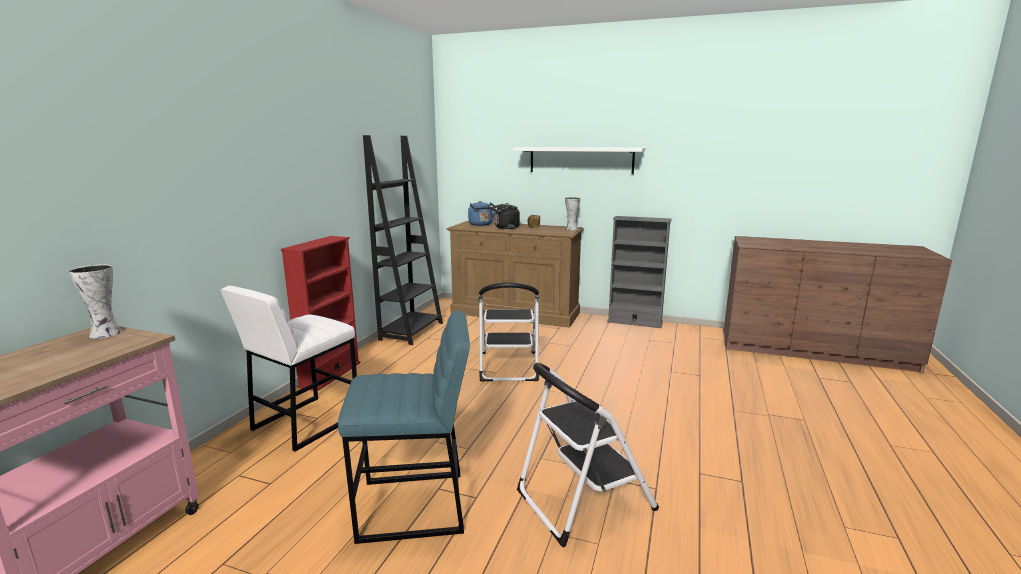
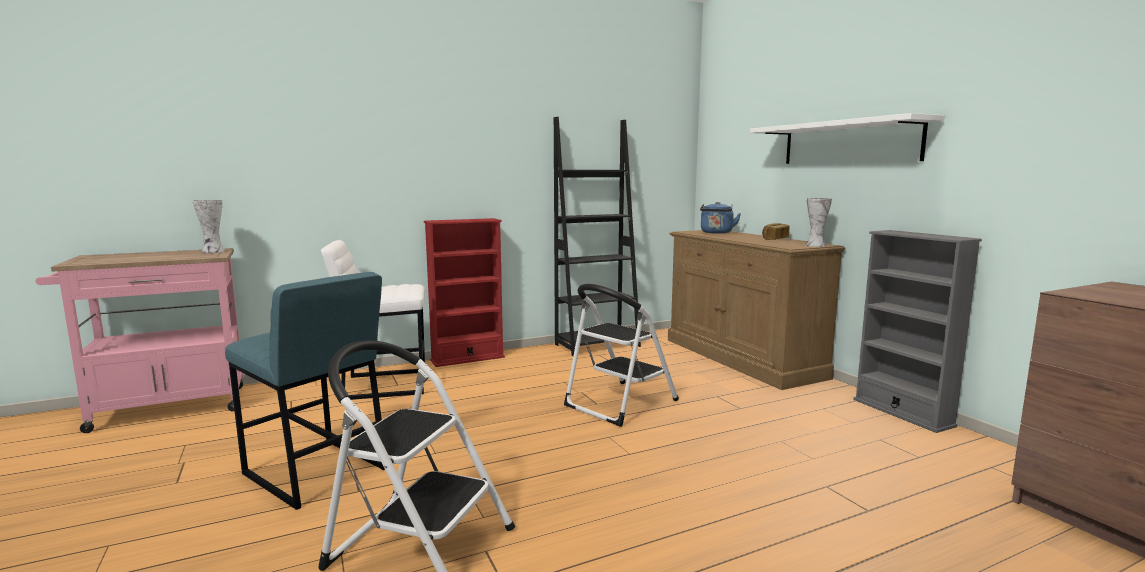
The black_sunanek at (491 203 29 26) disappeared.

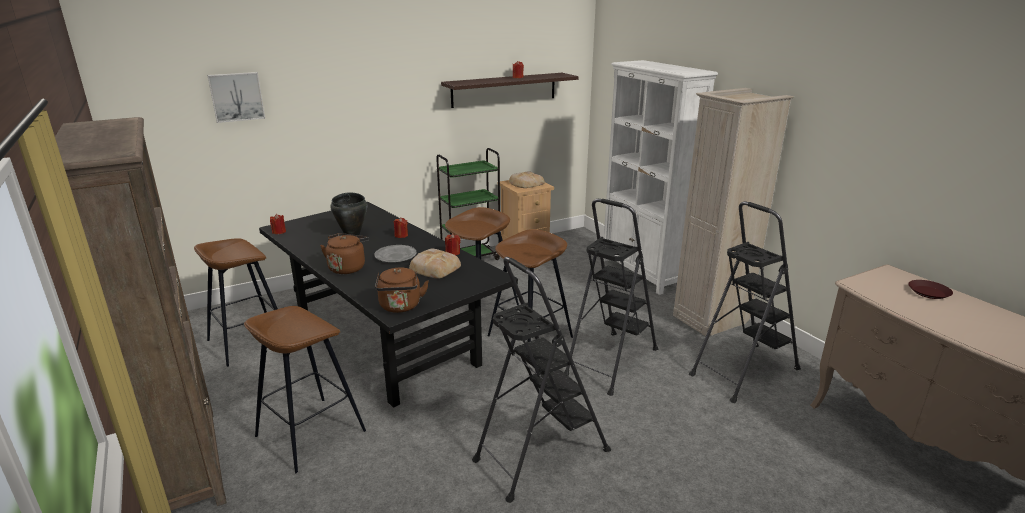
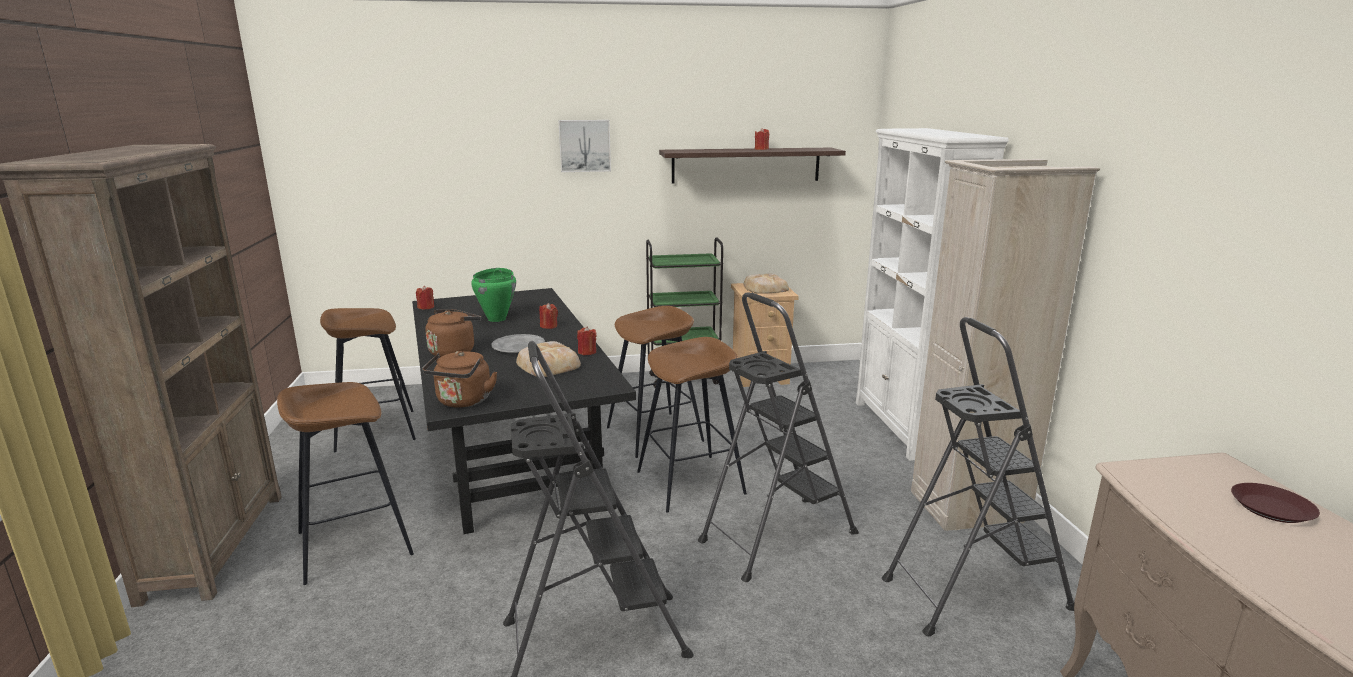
The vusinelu moved from (207 72 58 51) to (558 120 53 52). The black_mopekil at (330 193 37 42) became the green_mopekil at (471 268 45 54).

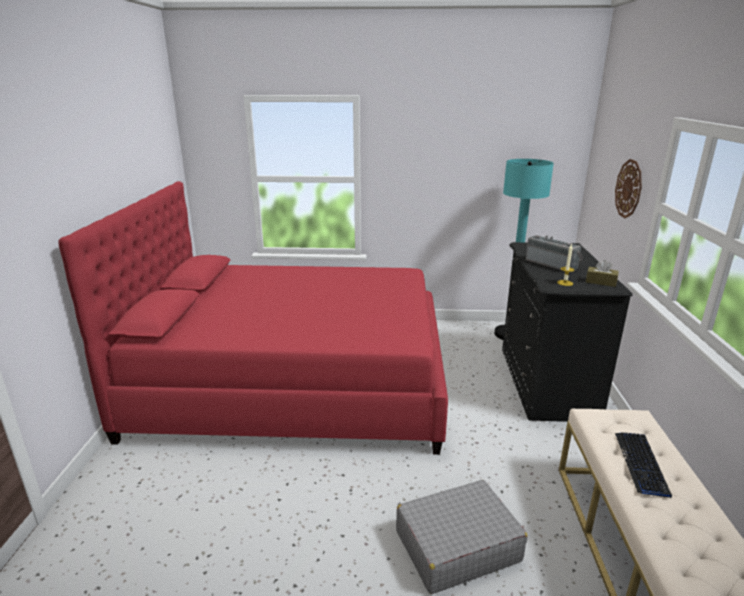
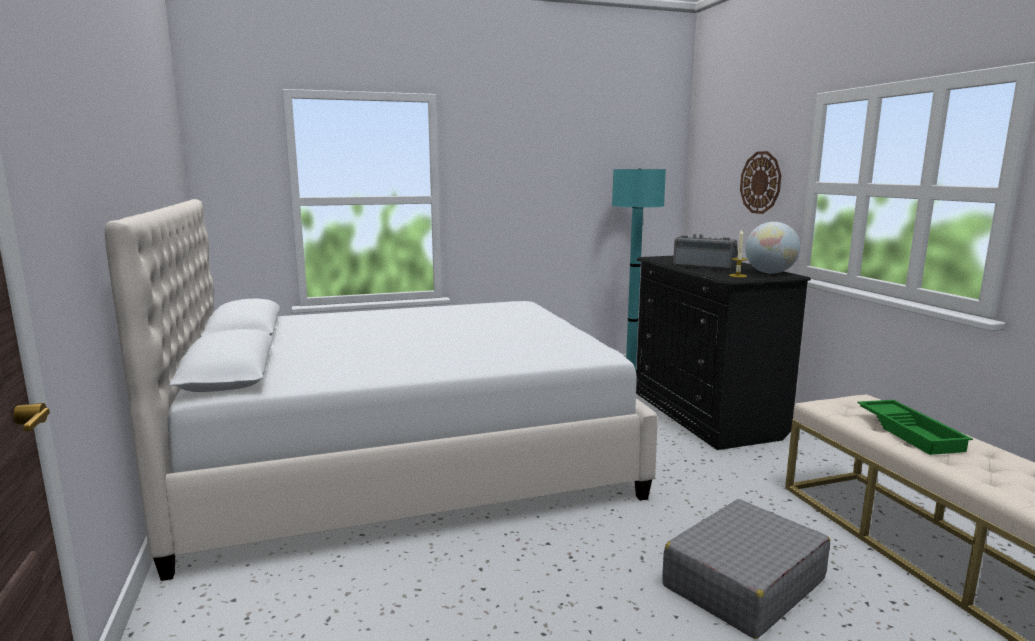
The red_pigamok at (58 181 390 274) became the white_pigamok at (105 199 553 382). The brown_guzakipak at (586 260 33 27) was replaced by the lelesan at (745 222 55 52). The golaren at (615 432 57 66) was replaced by the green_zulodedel at (857 400 116 55).

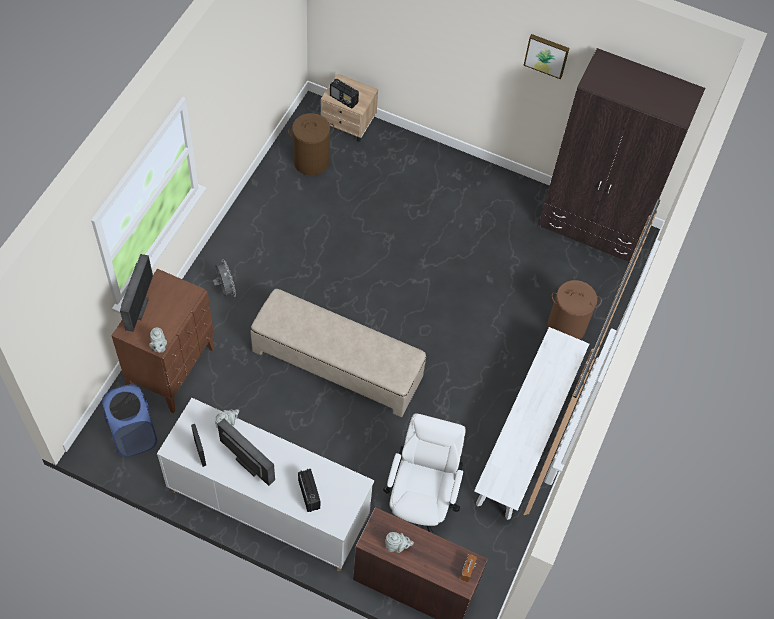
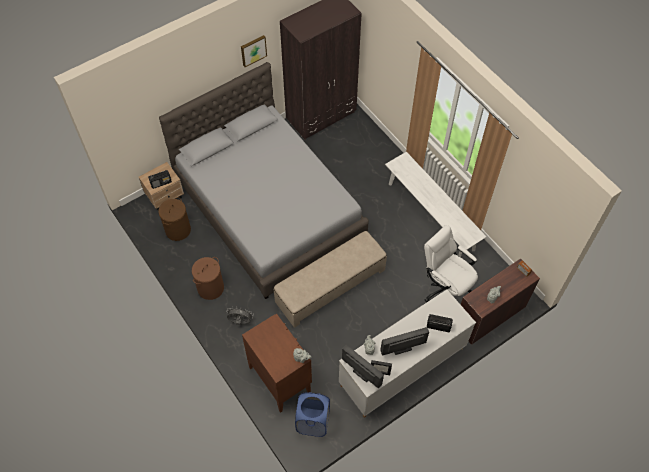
The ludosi moved from (120 254 33 78) to (342 345 42 44). The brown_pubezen moved from (547 280 55 59) to (192 257 32 43). The grey_pigamok at (159 62 210 237) appeared.

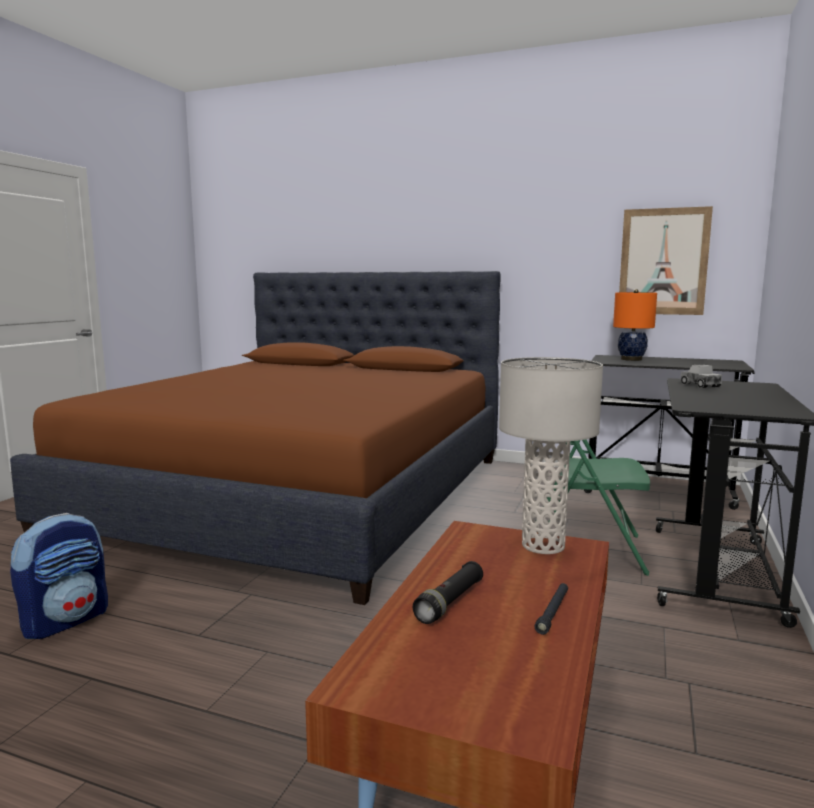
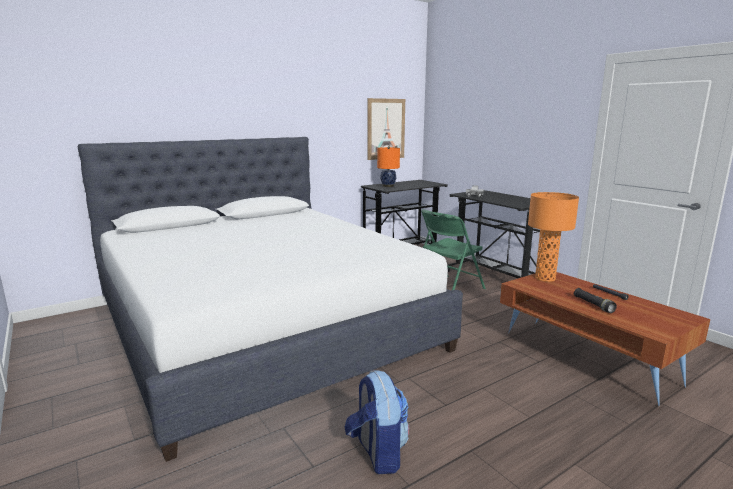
The brown_pigamok at (10 271 491 334) became the white_pigamok at (78 137 385 325). The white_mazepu at (499 357 104 197) became the orange_mazepu at (528 192 51 90).

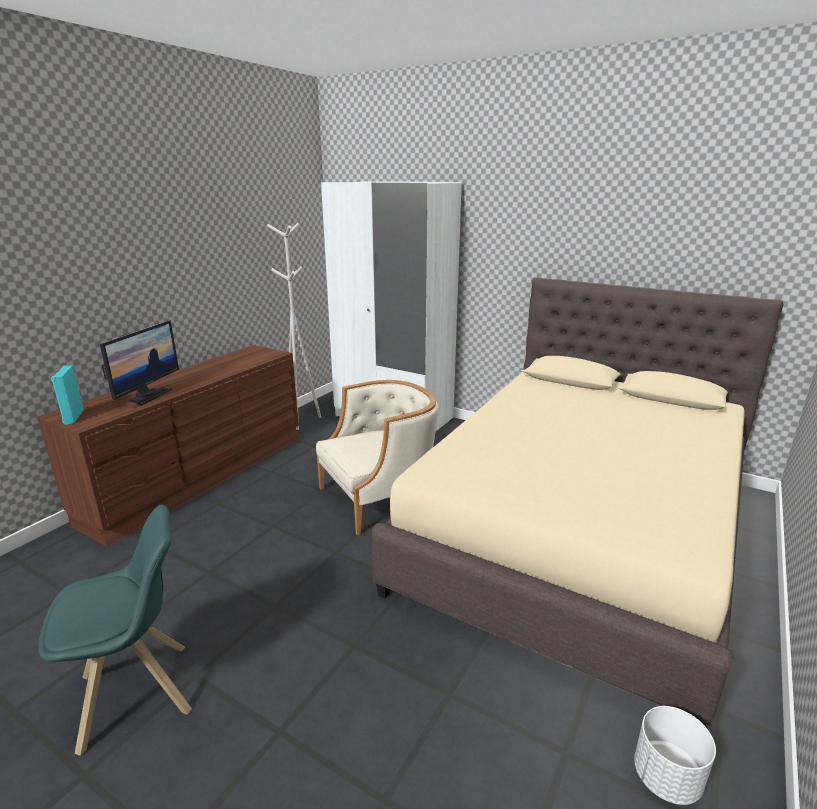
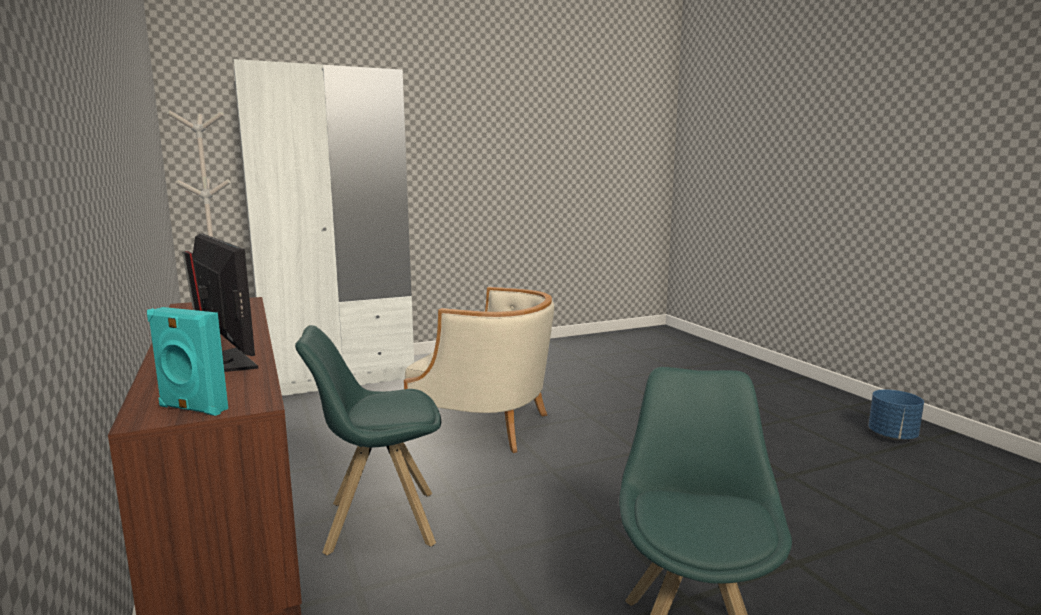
The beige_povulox at (316 380 123 156) turned 105 degrees clockwise. The beige_pigamok at (372 278 412 450) disappeared. The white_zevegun at (634 706 82 99) became the blue_zevegun at (868 389 56 51). The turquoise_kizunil at (295 325 146 230) appeared.

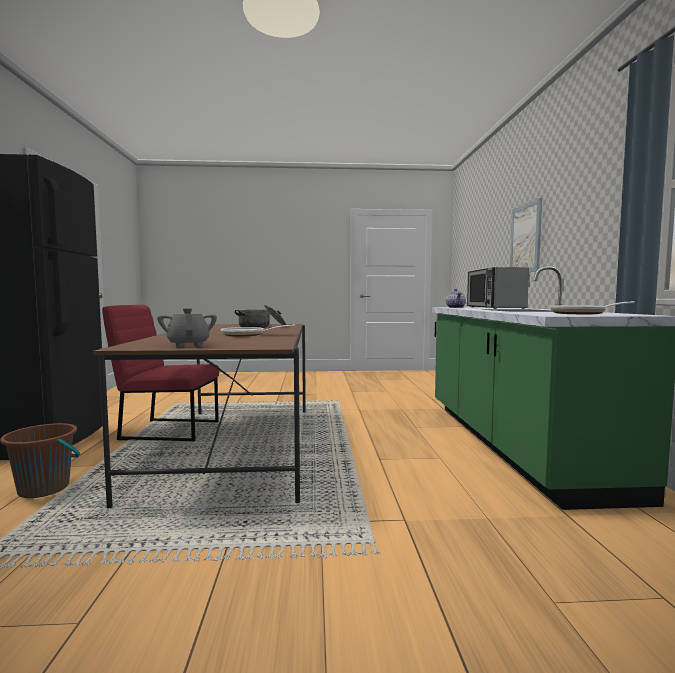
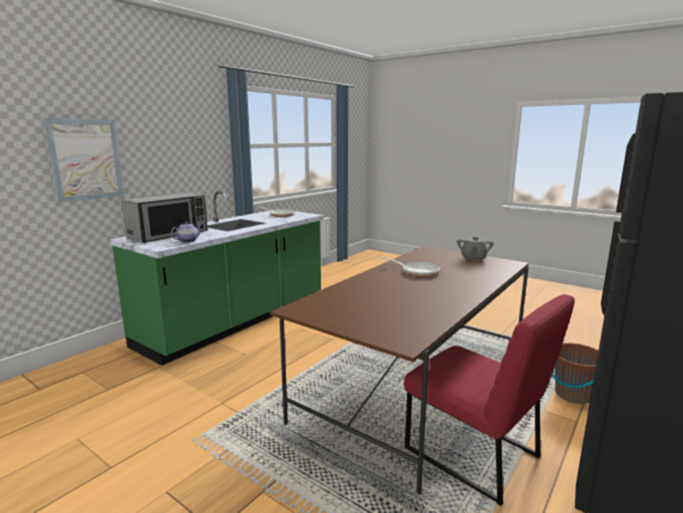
The mopekil at (235 305 51 23) disappeared.

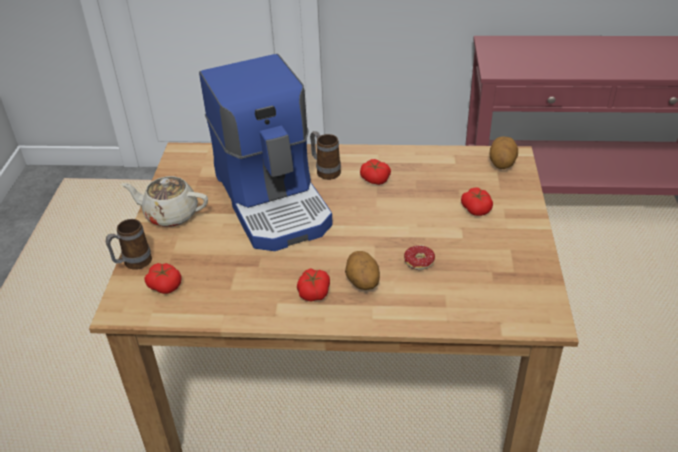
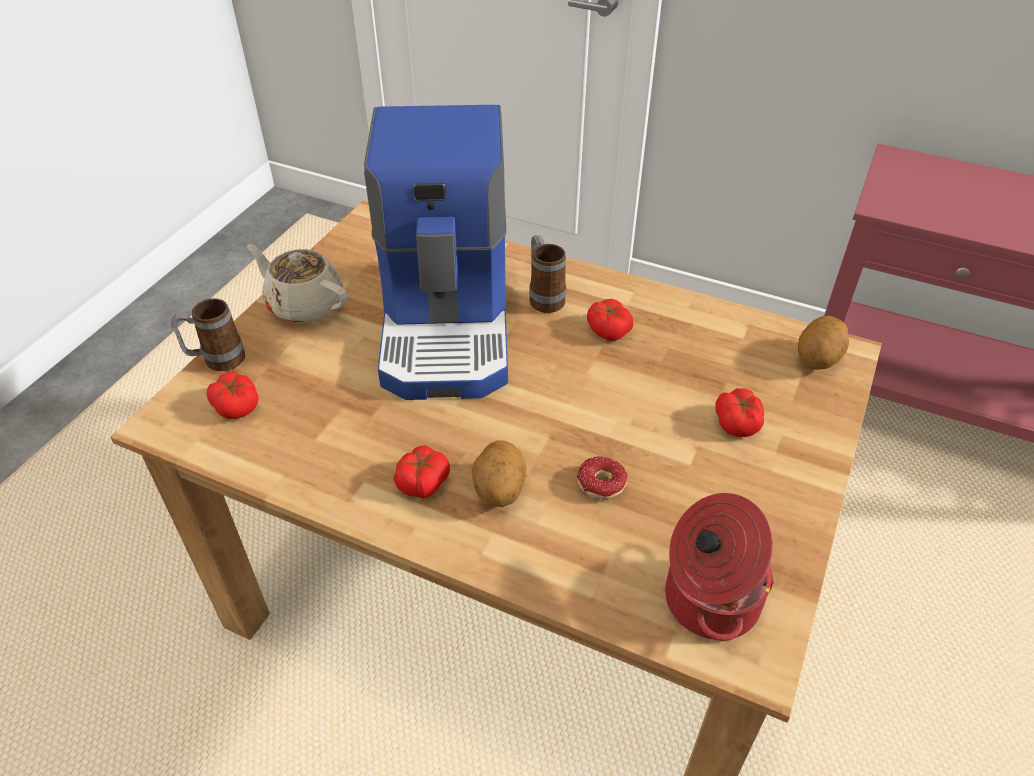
The mopekil at (665 493 110 148) appeared.

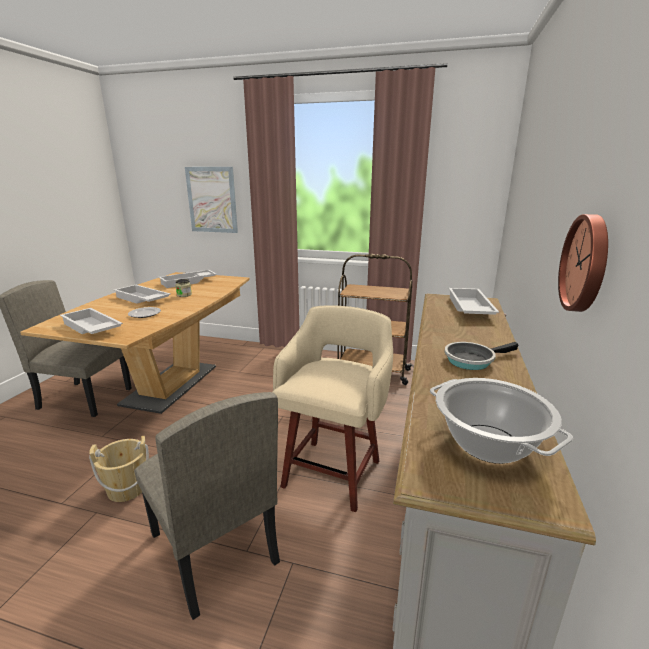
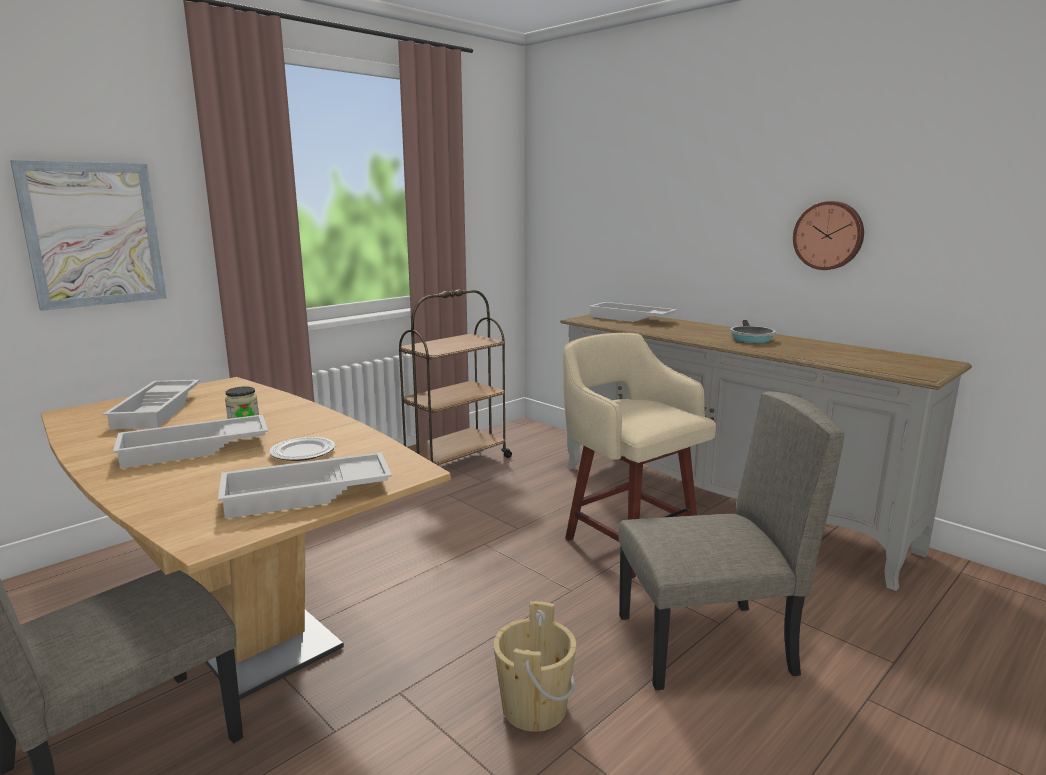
The mopekil at (430 378 143 86) disappeared.

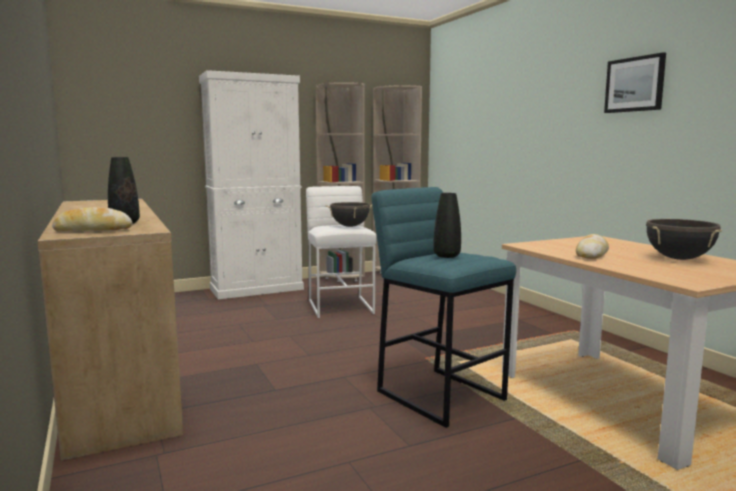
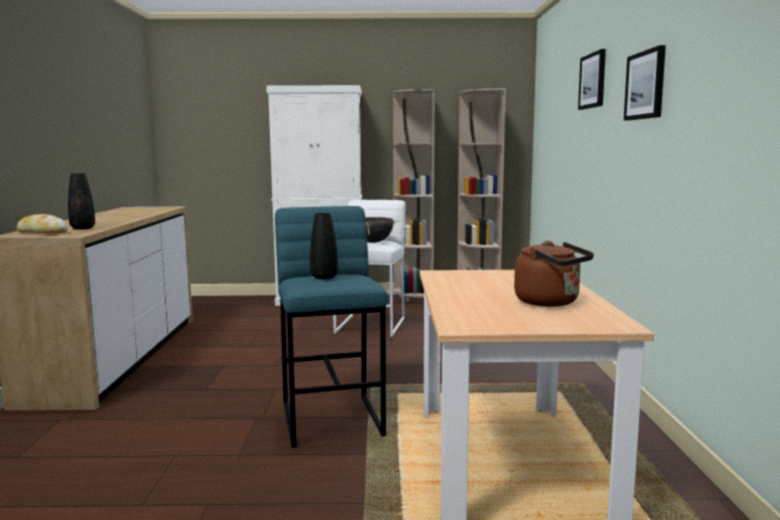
The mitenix at (576 234 33 25) disappeared. The black_mopekil at (646 219 76 41) was replaced by the brown_sunanek at (514 241 80 66). The vusinelu at (578 49 28 61) appeared.

